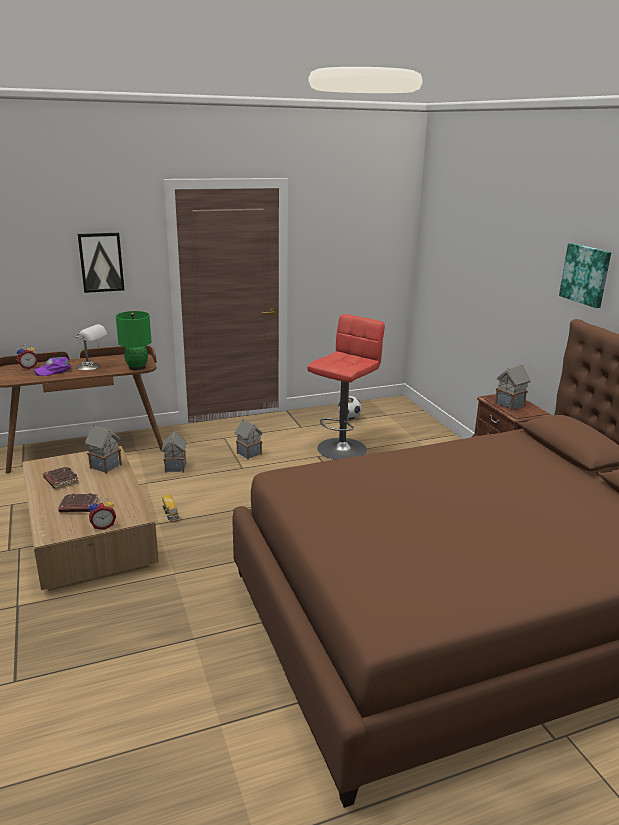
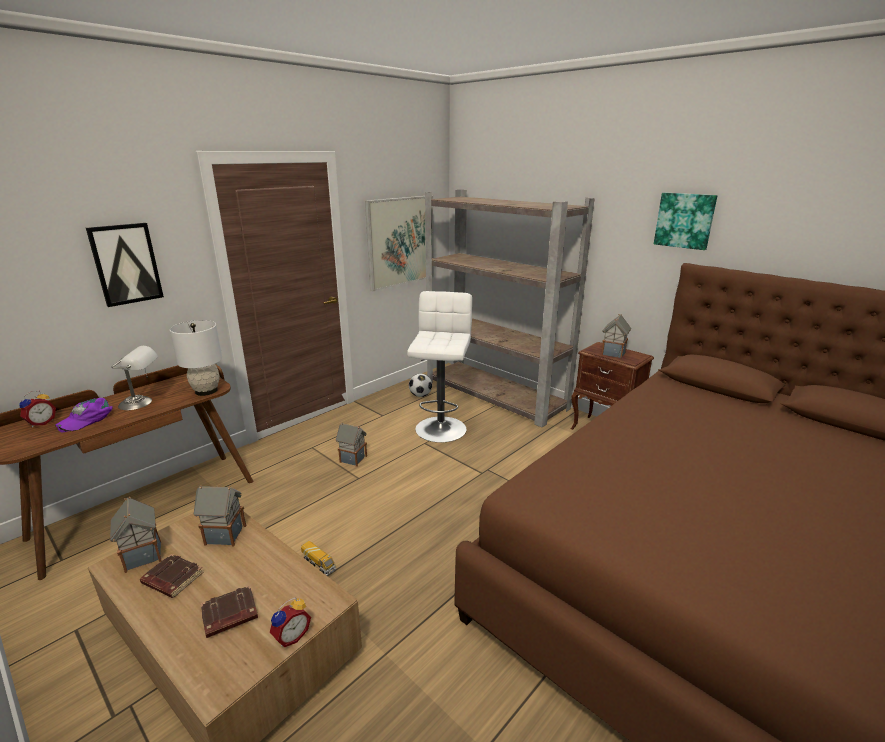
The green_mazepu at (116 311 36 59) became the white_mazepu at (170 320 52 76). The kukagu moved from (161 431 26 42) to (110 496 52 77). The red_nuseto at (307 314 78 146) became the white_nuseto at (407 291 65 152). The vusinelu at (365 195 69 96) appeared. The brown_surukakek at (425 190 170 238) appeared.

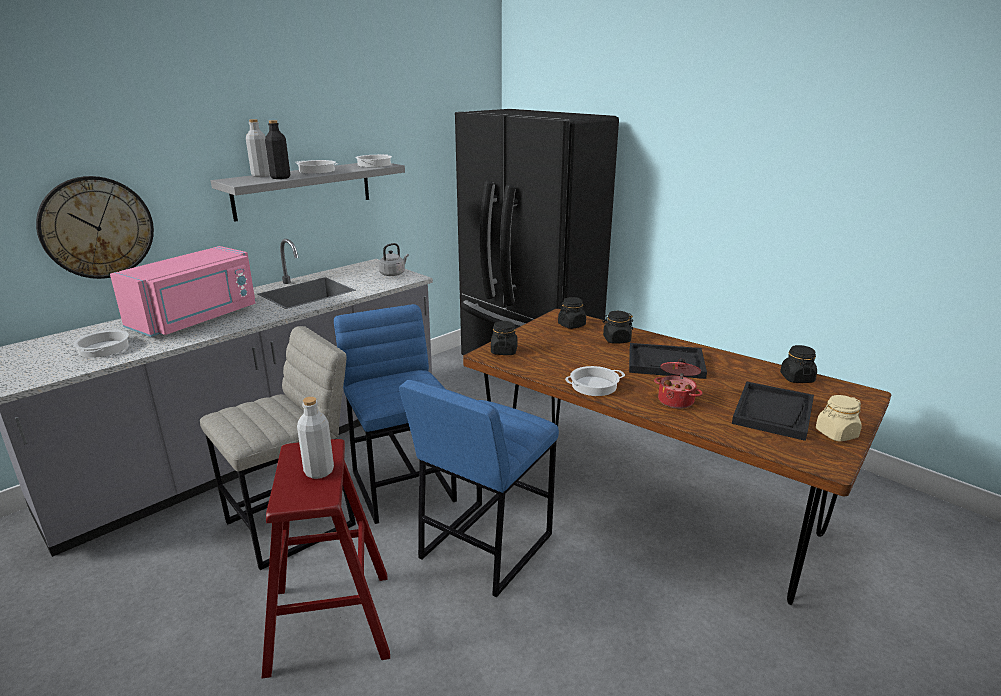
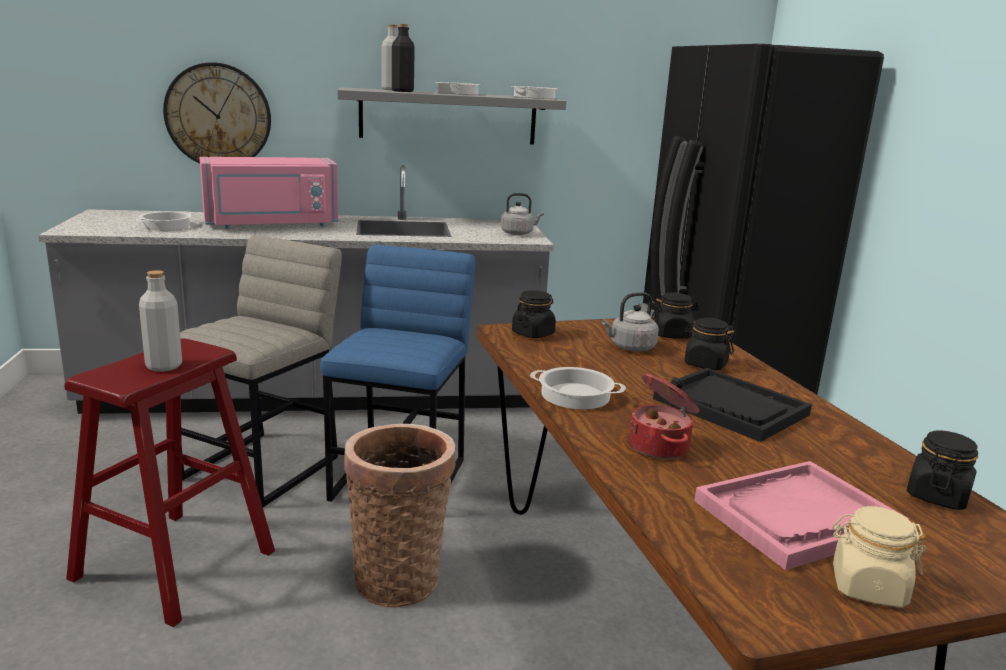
The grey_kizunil at (200 326 156 244) turned 60 degrees counterclockwise. The blue_kizunil at (399 380 160 217) was replaced by the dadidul at (344 424 112 184). The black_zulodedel at (732 382 82 59) became the pink_zulodedel at (694 461 215 109). The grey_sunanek at (602 292 57 59) appeared.

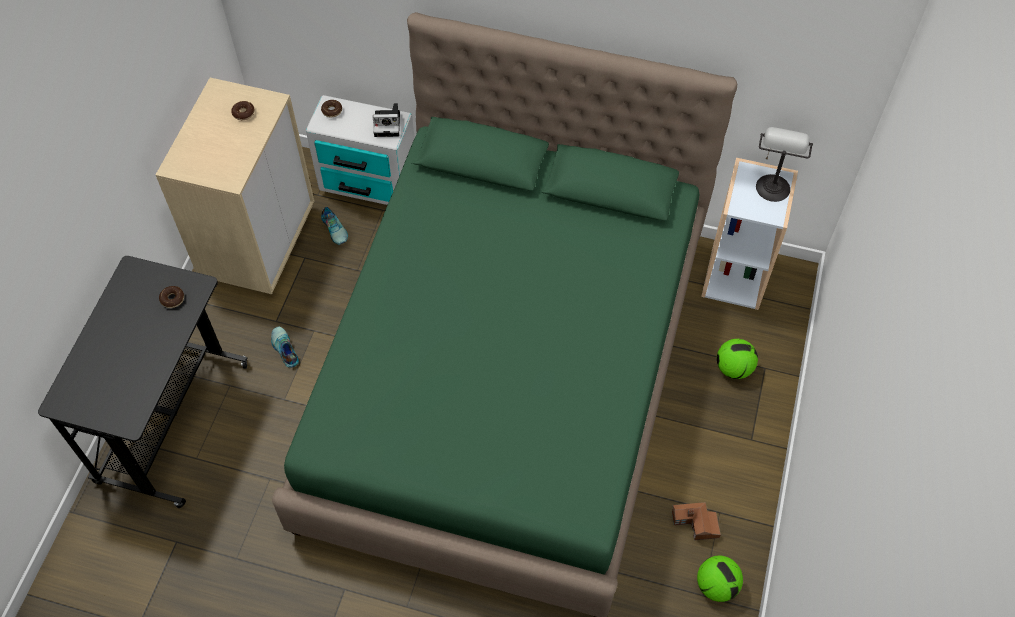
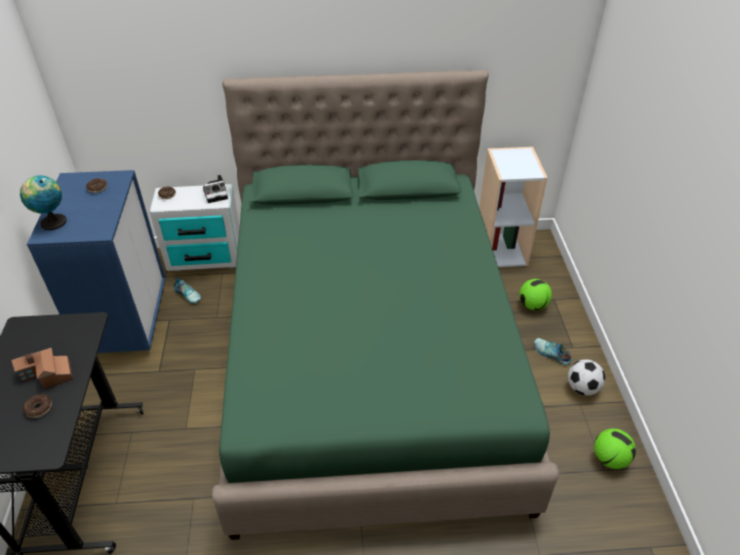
The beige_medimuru at (156 78 159 216) became the blue_medimuru at (27 170 139 183). The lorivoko moved from (159 286 25 22) to (23 394 29 24). The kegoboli moved from (271 327 28 41) to (534 338 38 27). The kukagu moved from (672 502 49 38) to (11 348 62 41). The mazepu at (756 127 57 75) disappeared. The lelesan at (20 175 47 55) appeared. The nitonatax at (568 359 37 37) appeared.

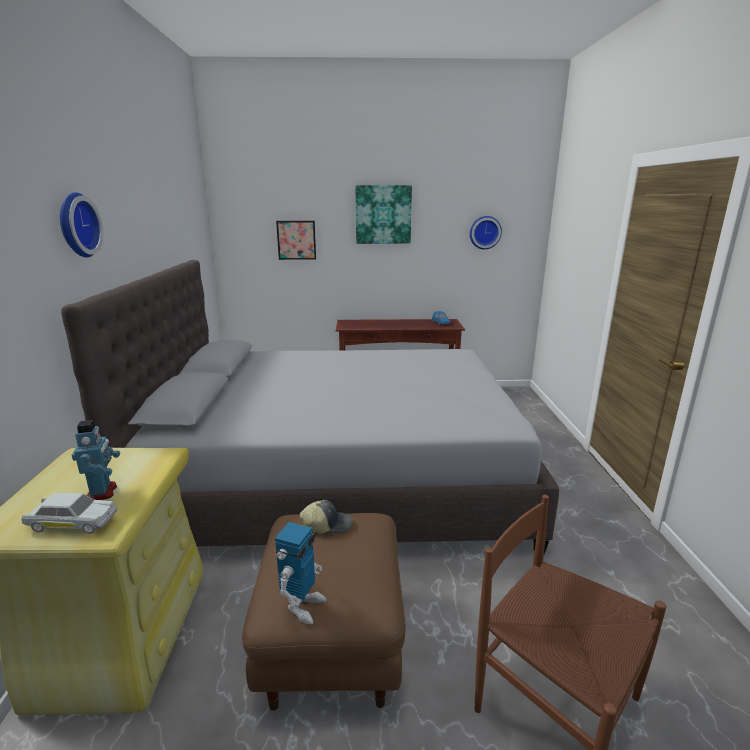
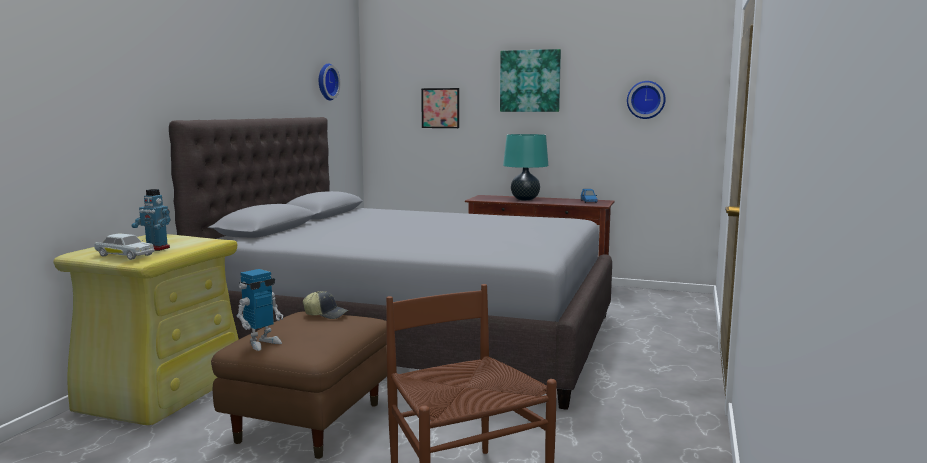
The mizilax moved from (60 192 43 66) to (319 63 21 38). The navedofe at (72 420 48 80) turned 105 degrees clockwise. The turquoise_mazepu at (503 134 45 66) appeared.

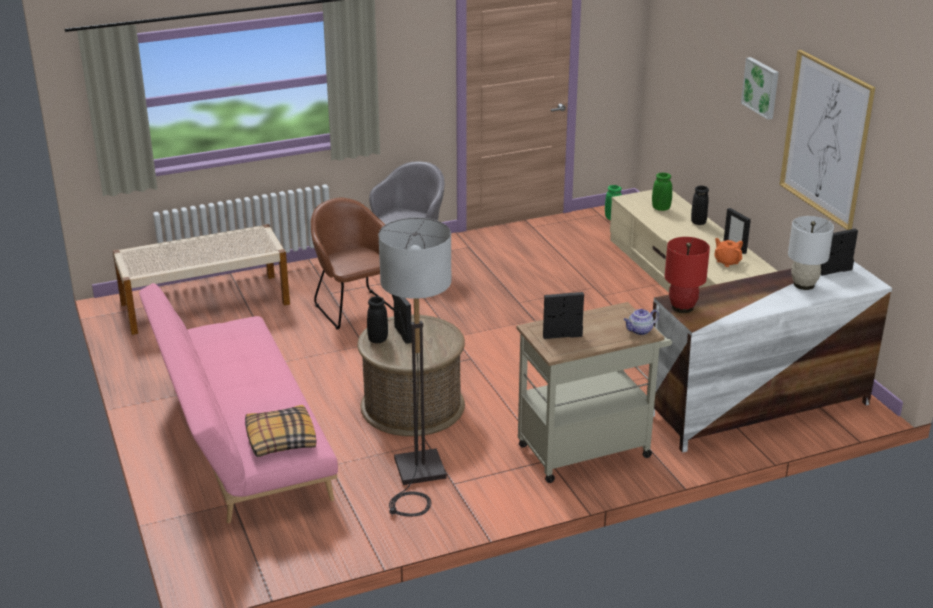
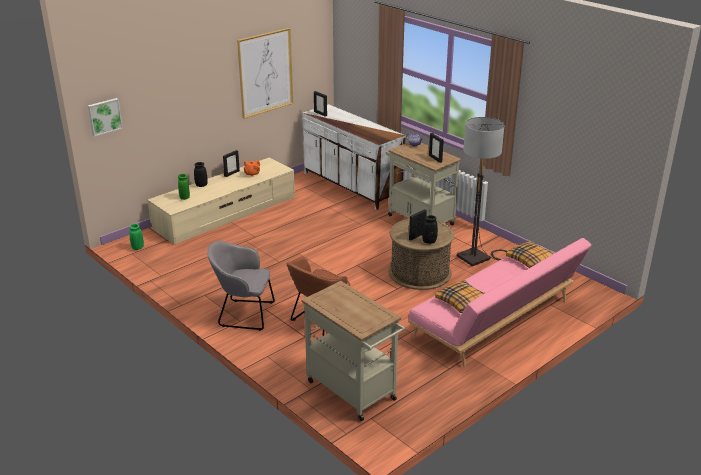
The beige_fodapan at (113 224 177 111) was replaced by the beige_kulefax at (302 281 103 140). The red_mazepu at (665 237 45 76) disappeared. The vusinelu moved from (741 57 38 63) to (88 98 35 39). The white_mazepu at (788 216 46 74) disappeared. The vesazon at (435 280 50 33) appeared.

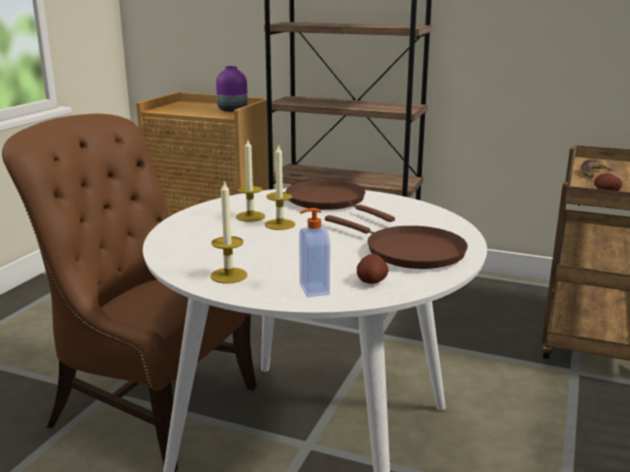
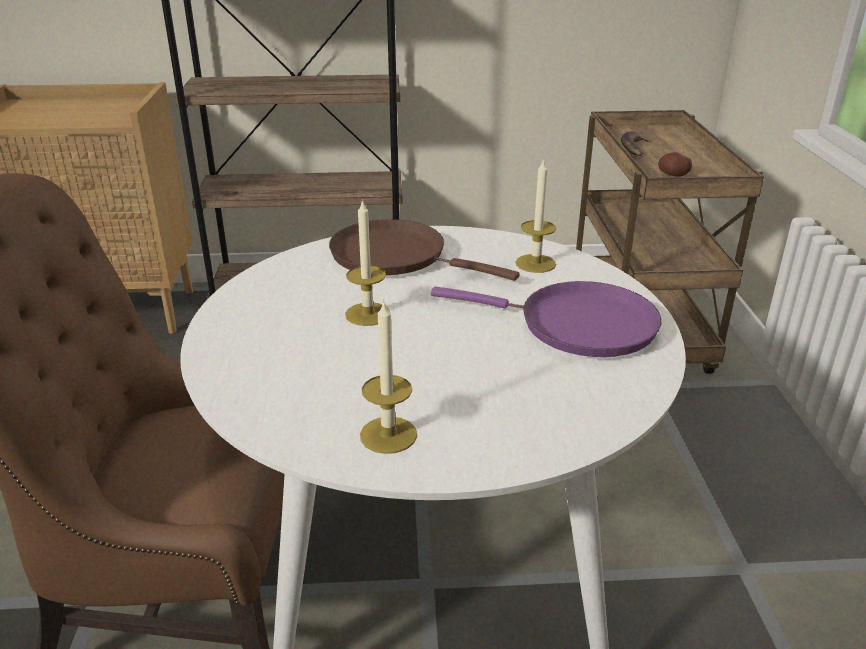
The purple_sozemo at (216 66 32 46) disappeared. The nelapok moved from (236 140 29 82) to (515 158 41 115). The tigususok at (299 208 31 89) disappeared. The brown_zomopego at (325 215 143 54) became the purple_zomopego at (431 281 230 76). The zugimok at (357 254 32 30) disappeared.

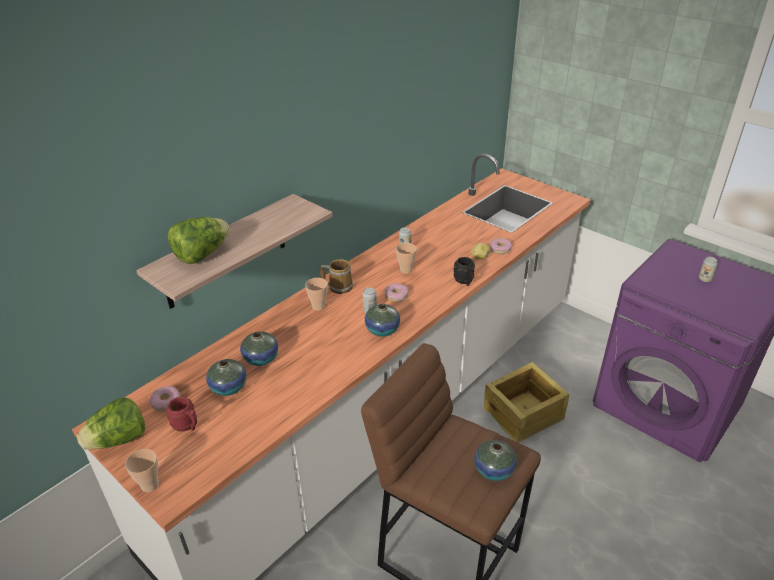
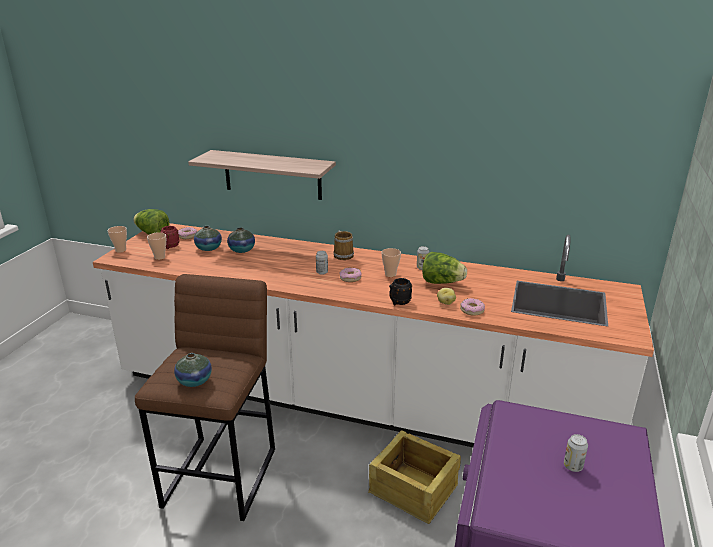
The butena moved from (168 217 62 47) to (422 252 45 32). The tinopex moved from (305 278 23 33) to (147 232 19 28). The sozemo at (365 304 35 33) disappeared.

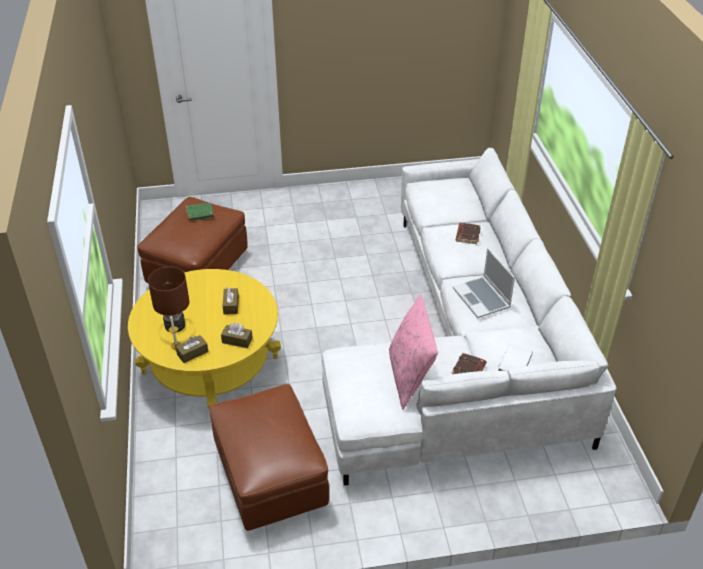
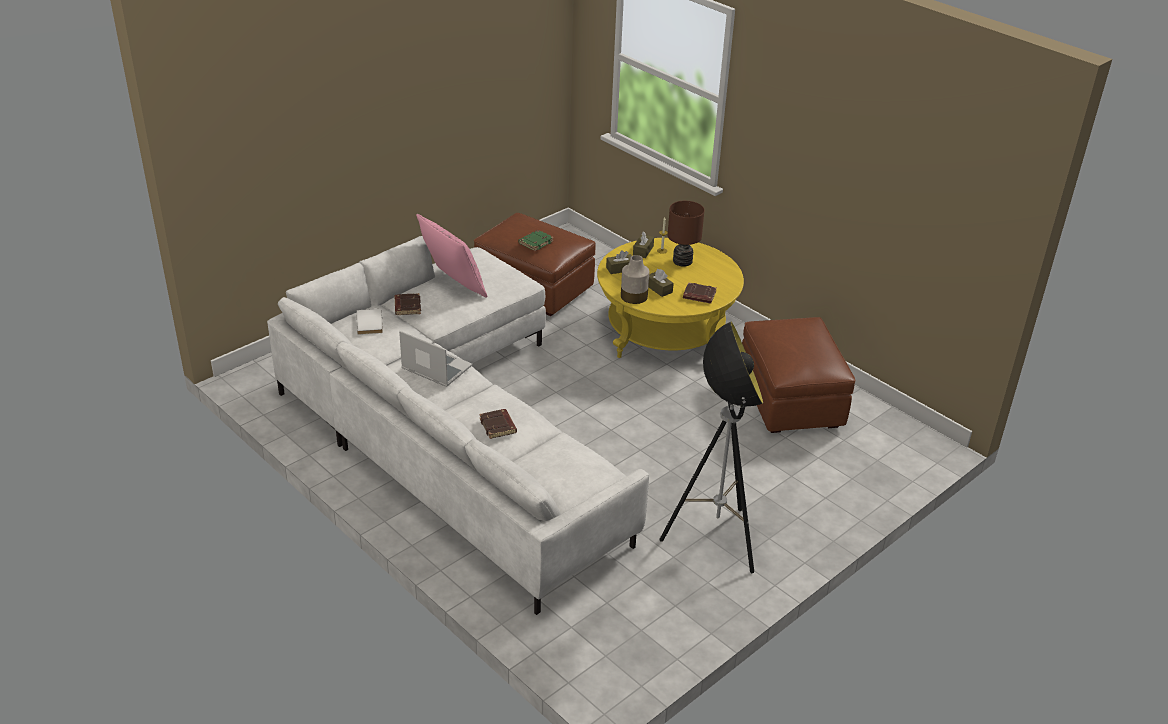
The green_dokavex moved from (186 202 28 19) to (518 230 36 21). The beige_sozemo at (621 255 28 49) appeared. The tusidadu at (659 322 104 251) appeared. The brown_dokavex at (683 282 34 22) appeared.

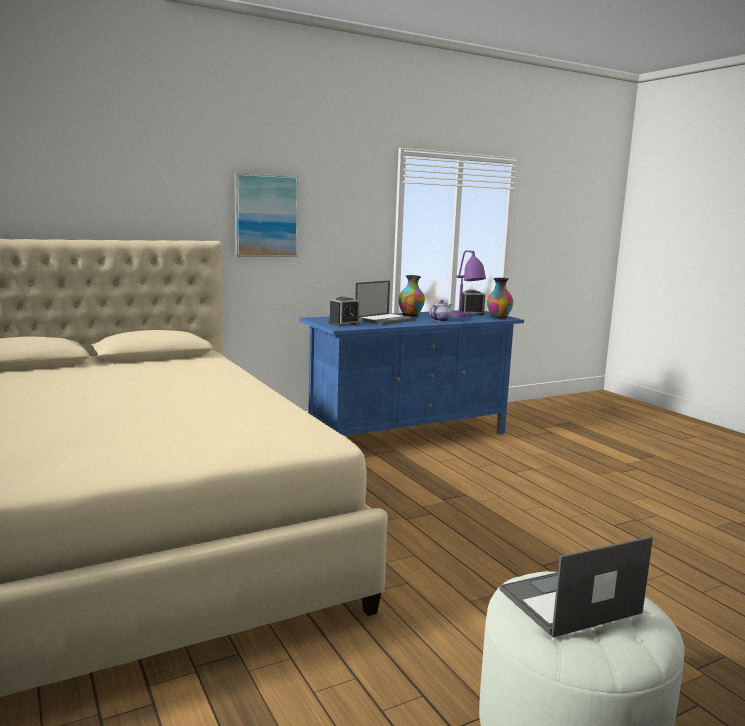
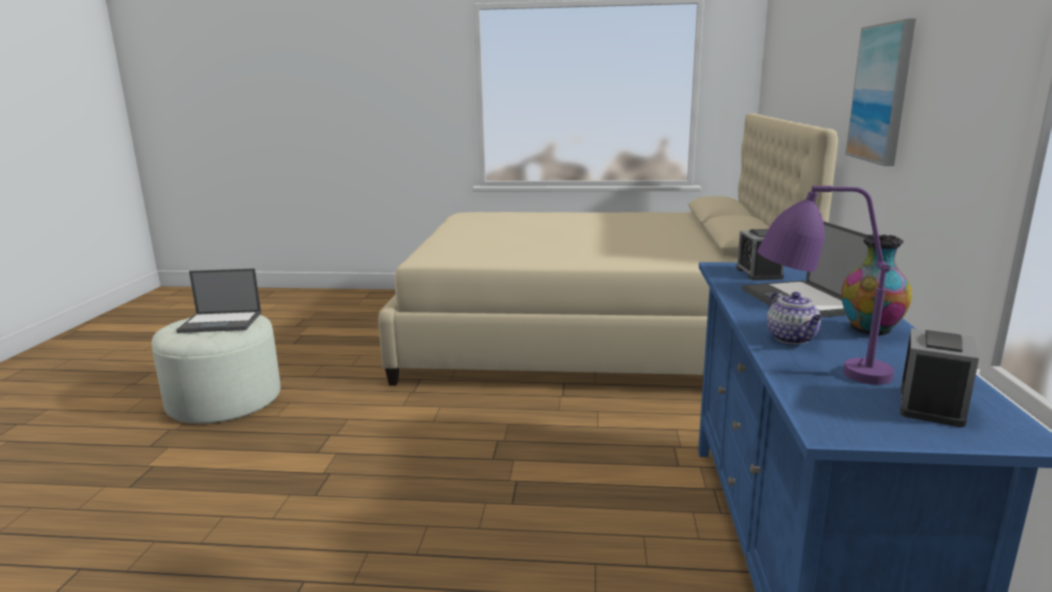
The sozemo at (487 278 26 41) disappeared. The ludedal at (500 536 153 102) turned 75 degrees clockwise.

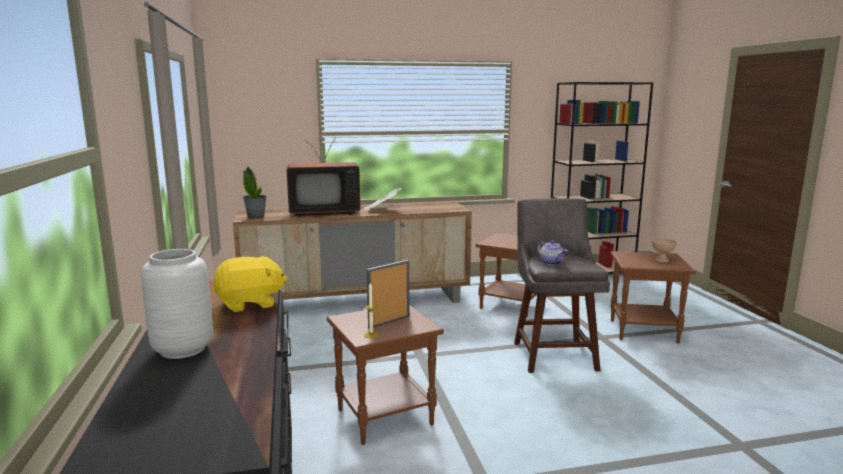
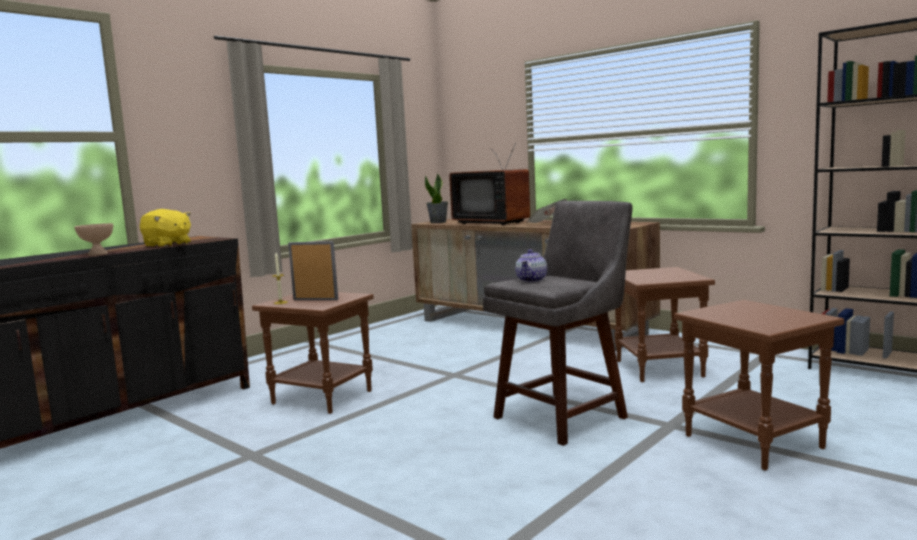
The grey_sozemo at (141 249 72 110) disappeared. The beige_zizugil moved from (652 238 25 25) to (75 223 38 33).

